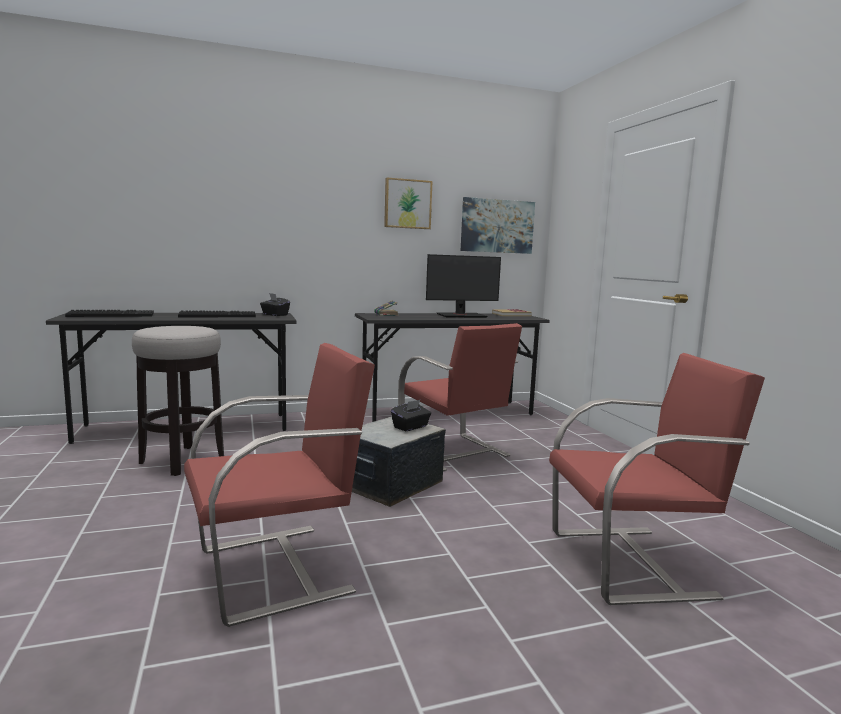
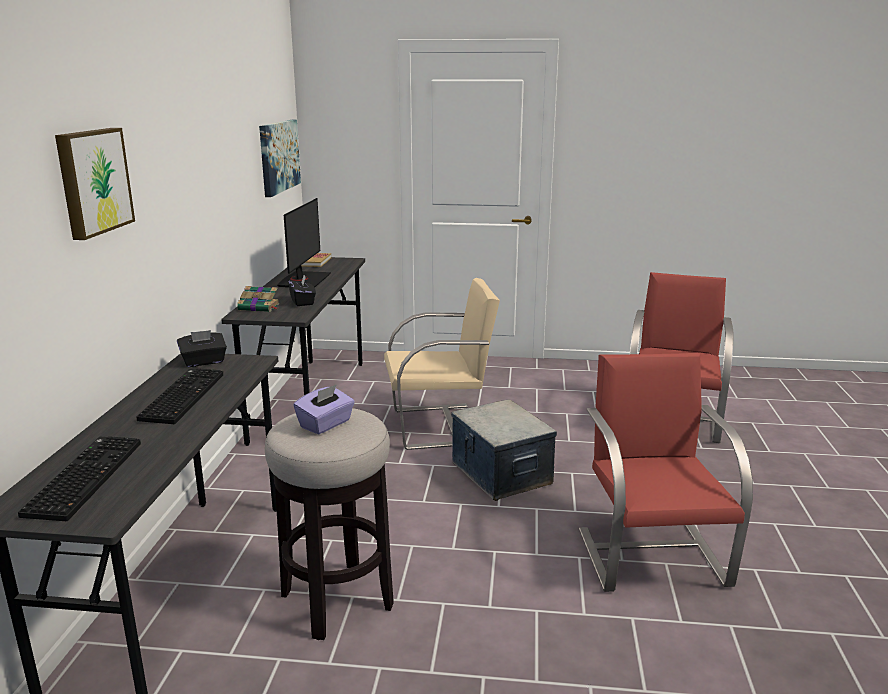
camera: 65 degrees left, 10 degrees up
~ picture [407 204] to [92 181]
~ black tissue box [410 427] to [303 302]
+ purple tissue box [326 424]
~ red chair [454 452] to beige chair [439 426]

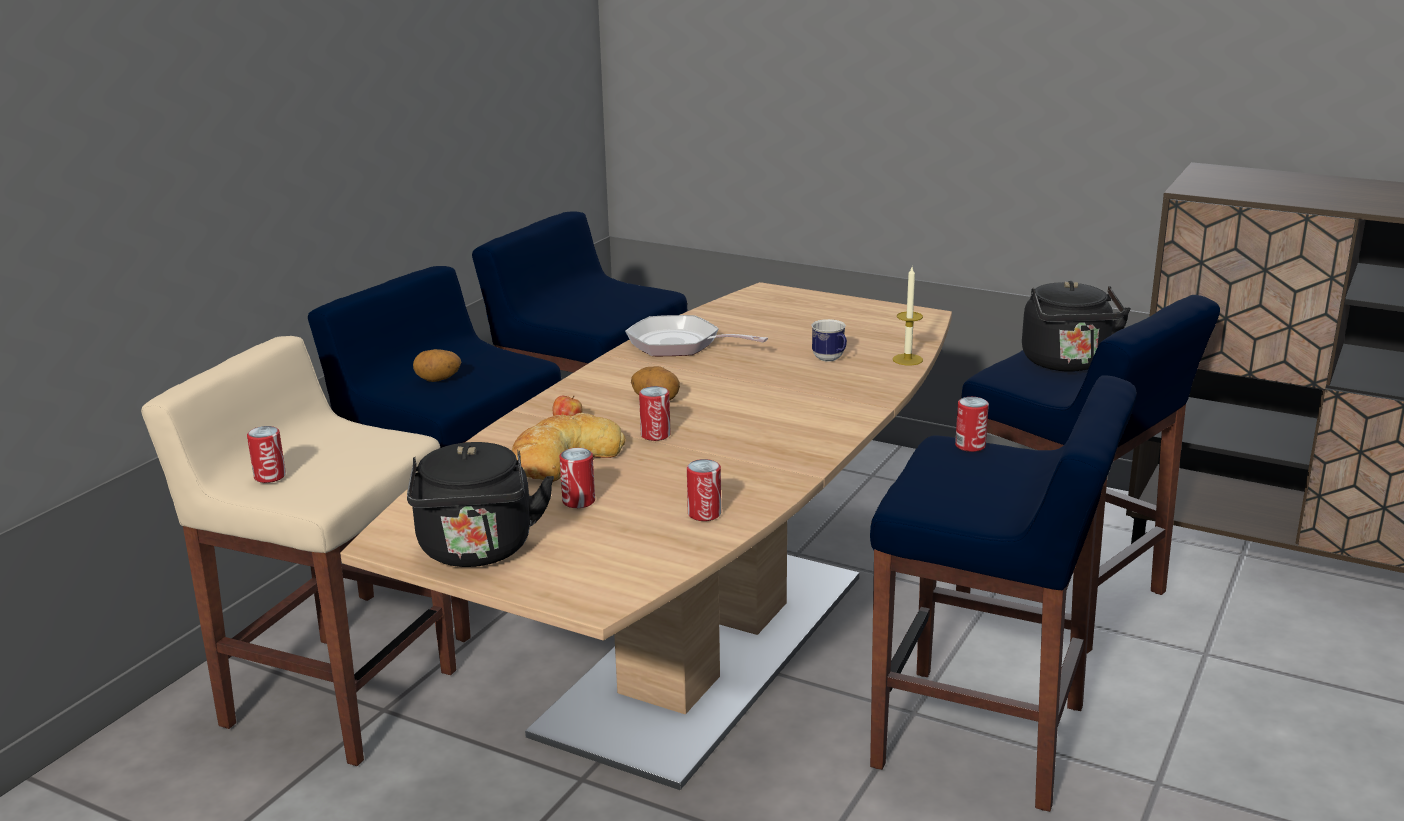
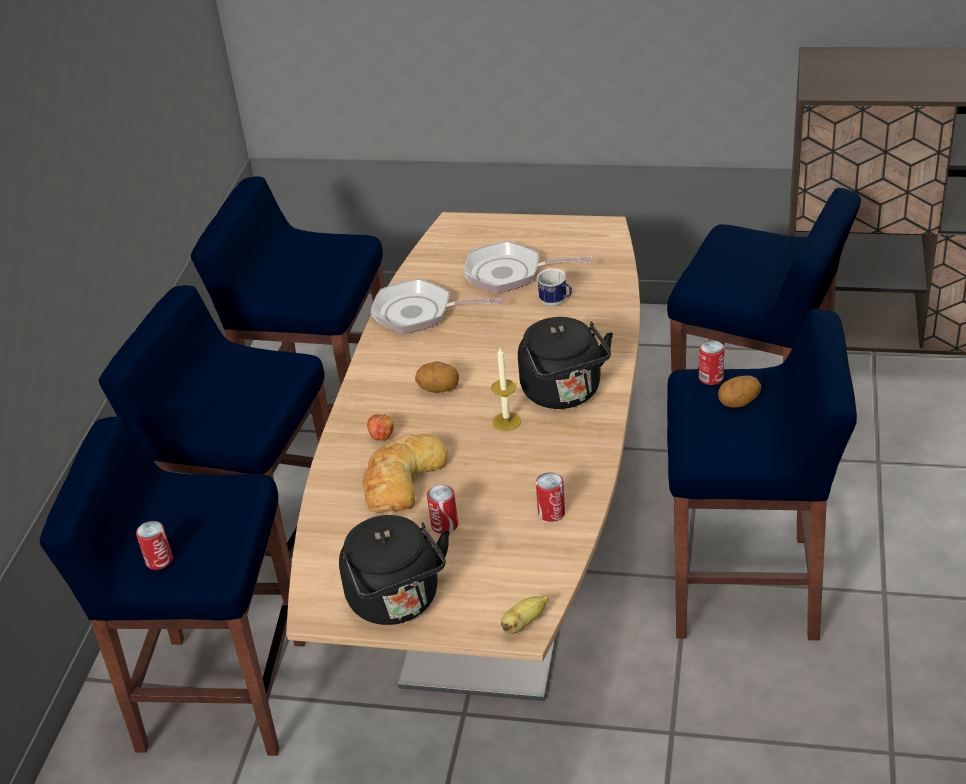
camera: 15 degrees left, 15 degrees up
~ beige stool [337 697] to blue stool [219 694]
+ frying pan [510 273]
~ candle [907 359] to [506 421]
+ banana [524 623]
~ black kettle [1067 363] to [564 393]
~ potato [438 380] to [739 403]
- can [655 435]

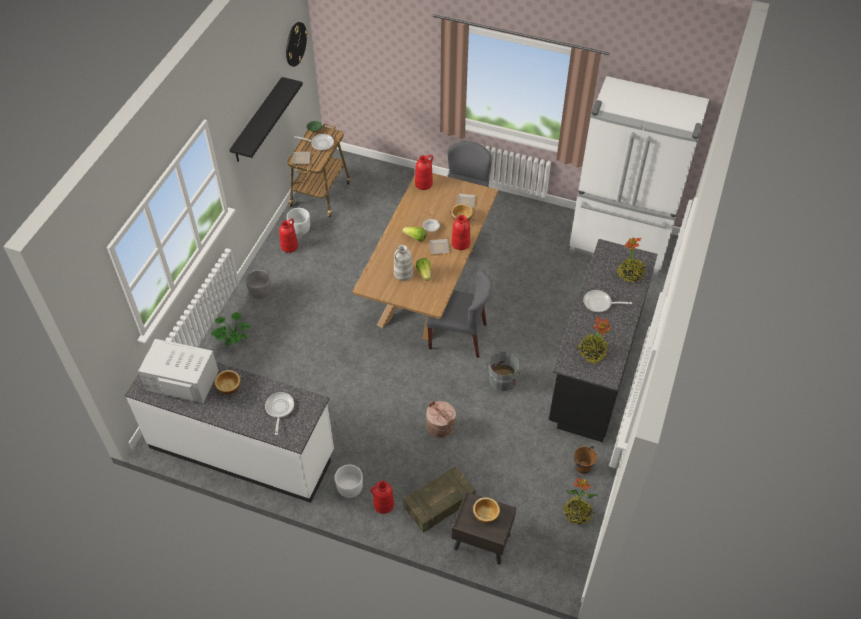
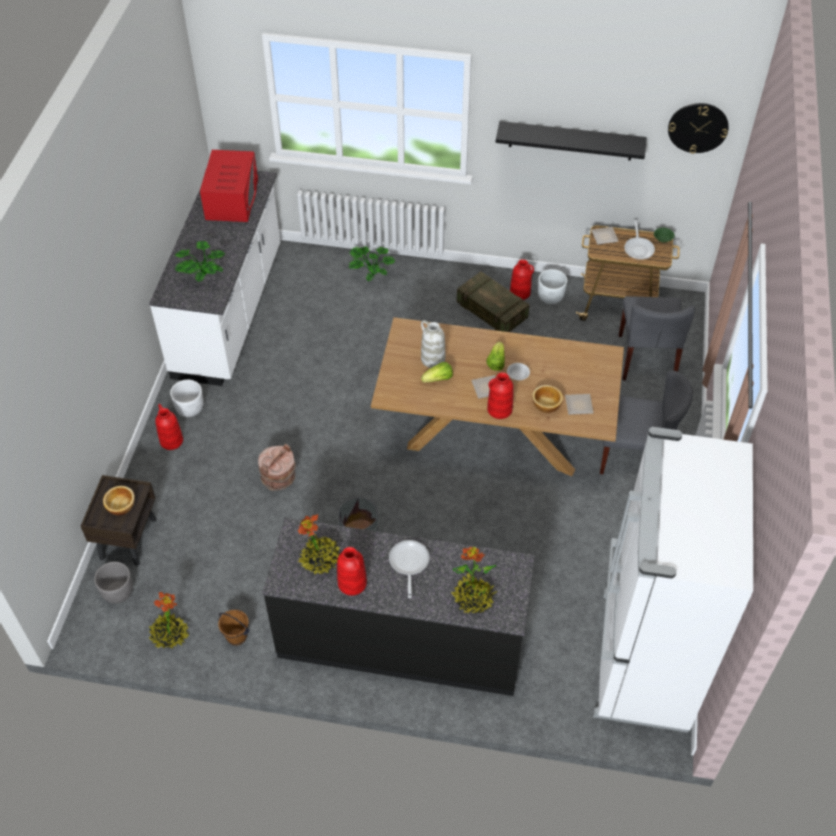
camera: 80 degrees right, 0 degrees up
~ grey planter [260 292] to [118 592]
~ frying pan [279 409] to potted plant [202 277]
~ white microwave [182 380] to red microwave [232 199]
~ red vase [424 183] to [352 583]
~ crate [439 504] to [491 312]
~ grey chair [458 336] to [646 358]
- bowl [228 386]

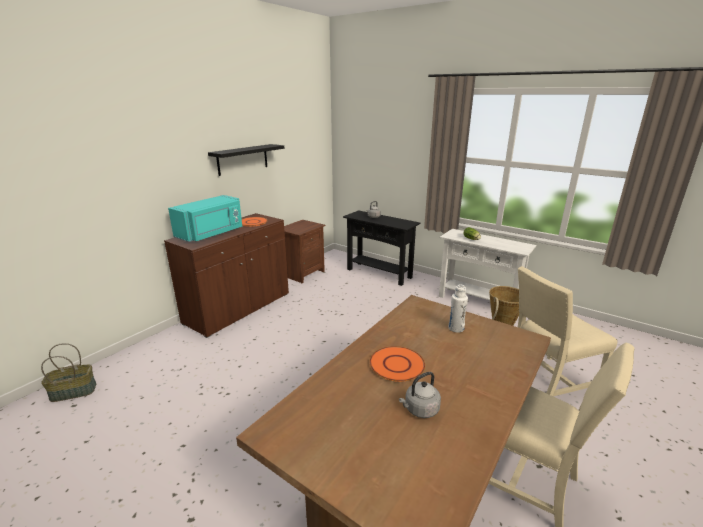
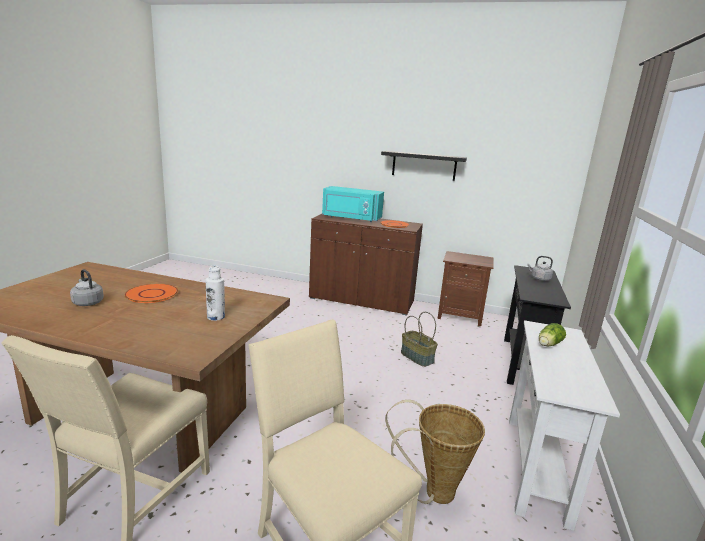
camera: 70 degrees right, 5 degrees down
~ basket [74 391] to [417 357]

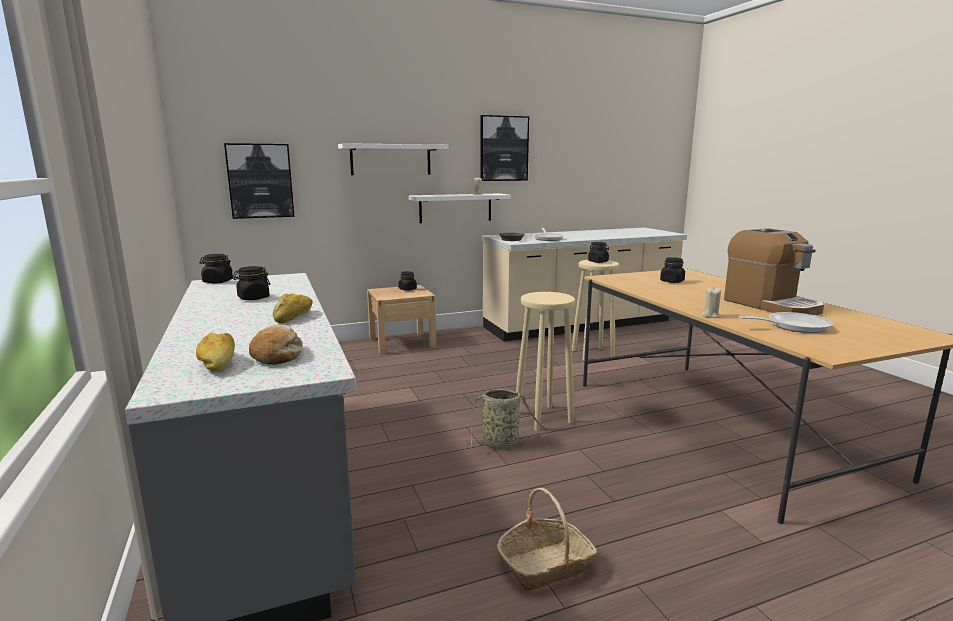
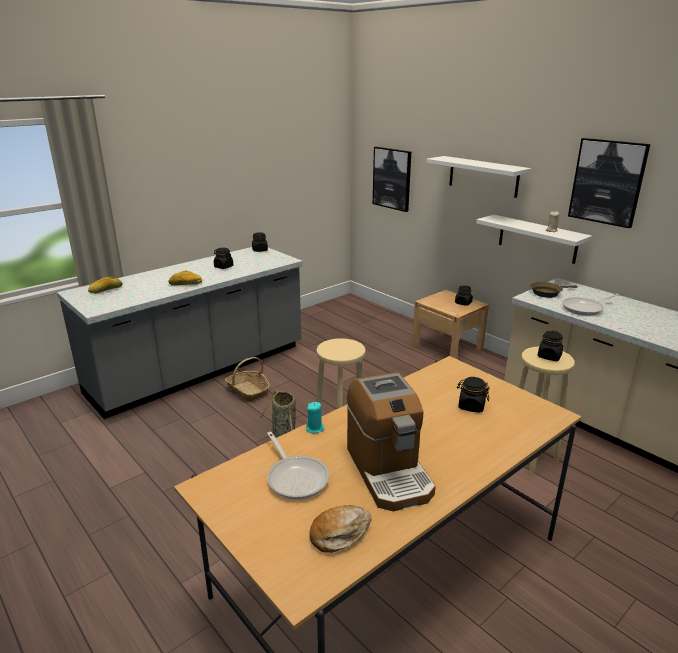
camera: 70 degrees right, 10 degrees up
~ basket [545 565] to [248 391]
~ beige candle [710 315] to turquoise candle [315 428]
~ bread [277 354] to [340 533]
~ coffee machine [771 305] = [389 471] 60 degrees counterclockwise

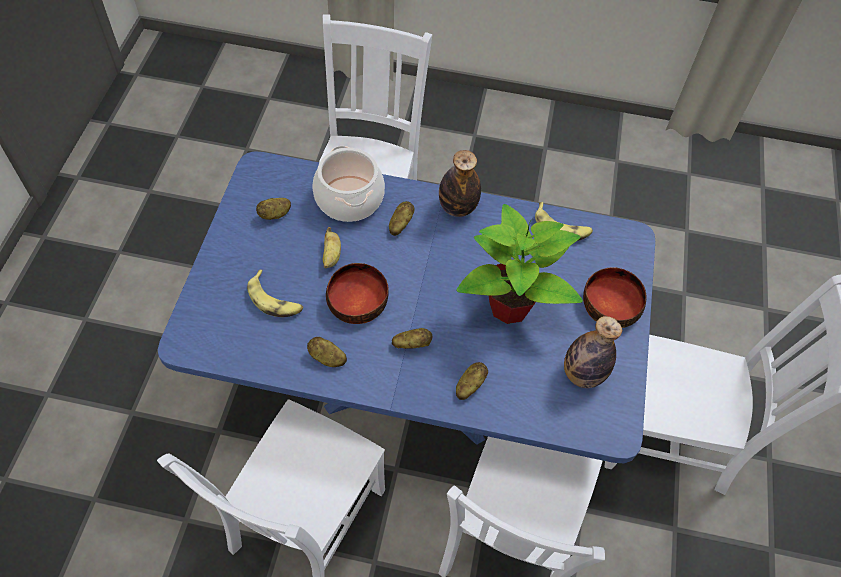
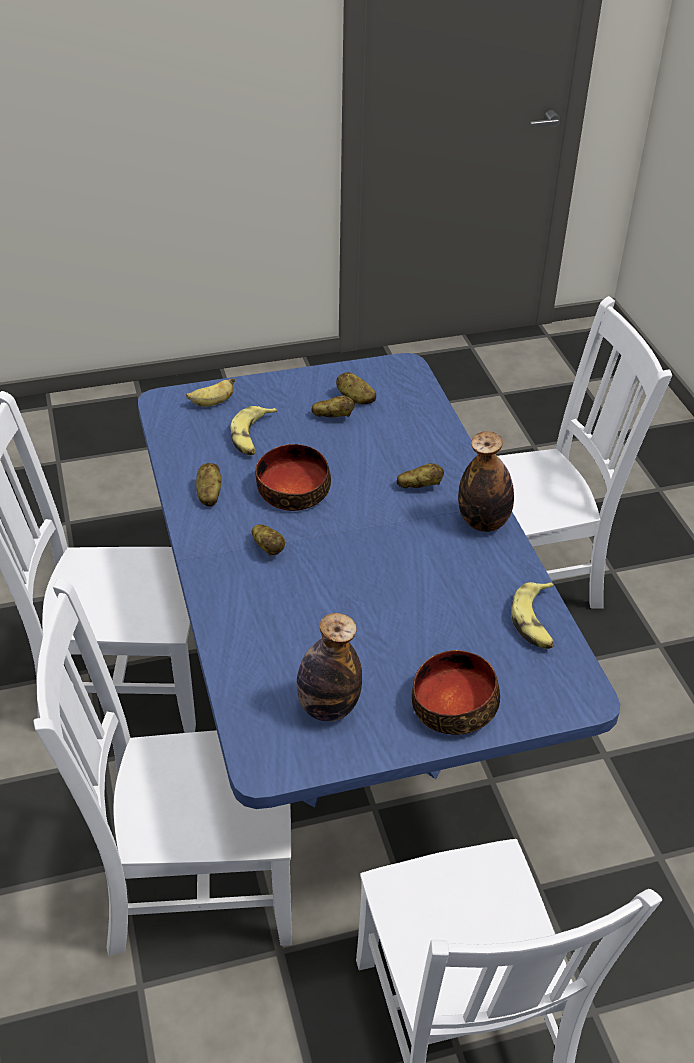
camera: 65 degrees right, 15 degrees down
~ banana [331 256] to [212 403]
~ potato [469 385] to [333 417]
- cooking pot [349 199]
- potted plant [510 306]

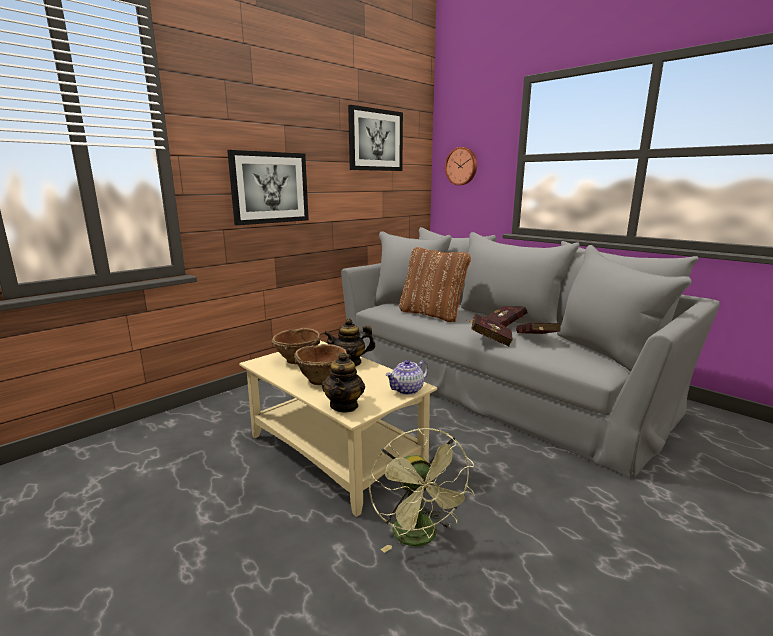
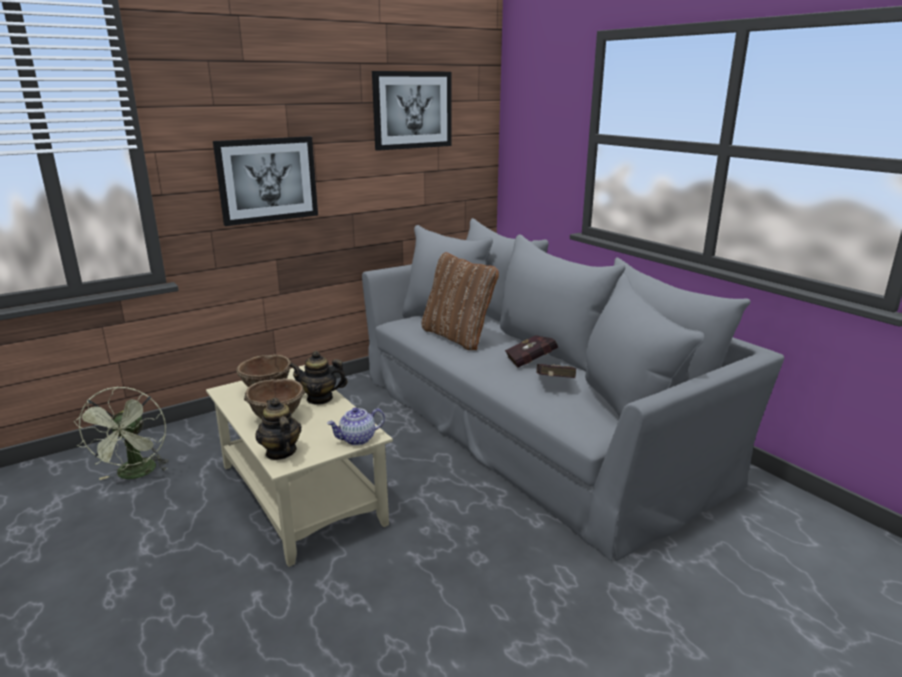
camera: 10 degrees right, 5 degrees up
~ green fan [420 538] to [135 474]
~ teapot [344 405] = [280 452] 135 degrees clockwise
- wall clock [462 166]
- red book [488 340]

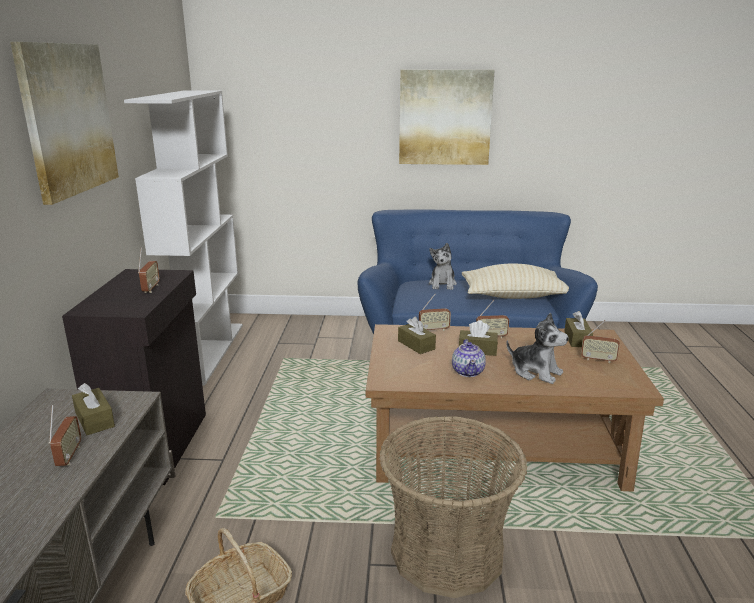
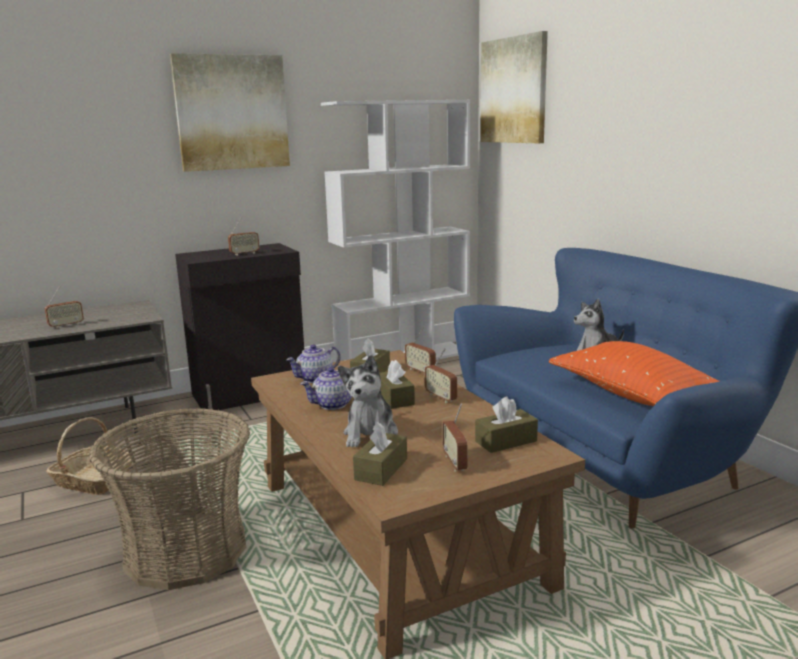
camera: 60 degrees right, 5 degrees down
+ teapot [315 378]
~ brown tissue box [94 420] to [381 469]
~ picture [445 117] to [514 90]
~ beige pillow [513 296] to orange pillow [633 395]

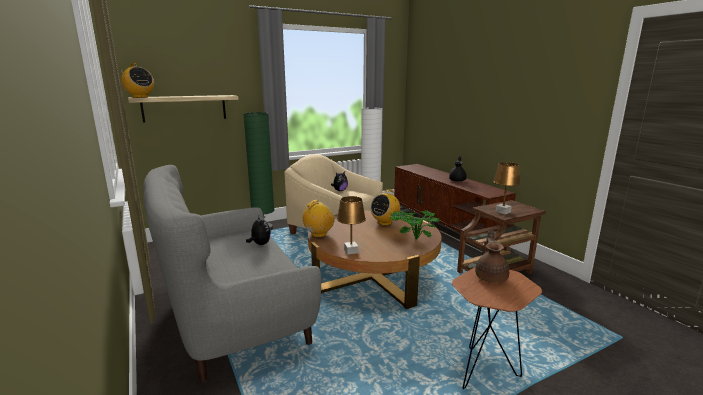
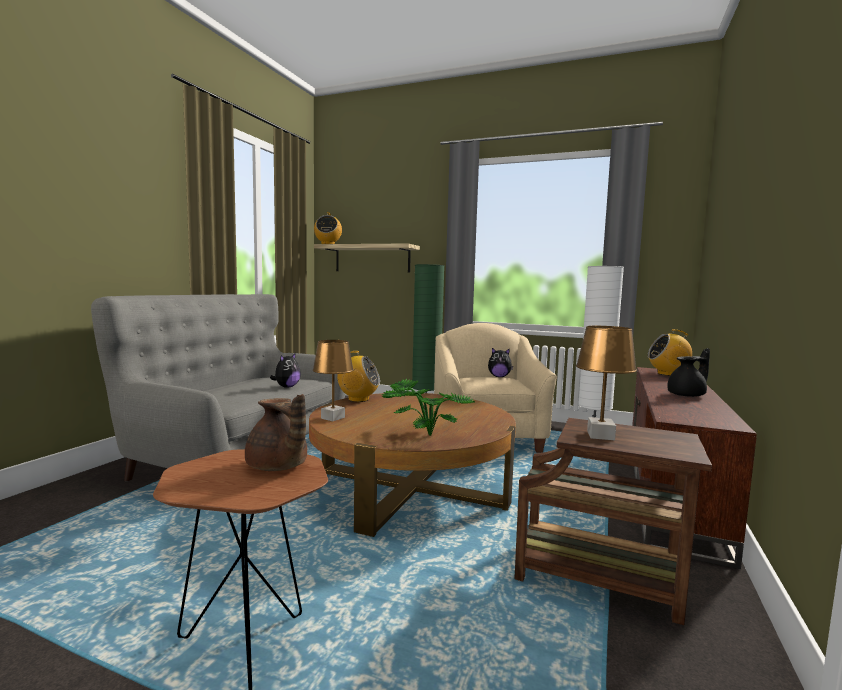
camera: 50 degrees right, 10 degrees down
~ brown teapot [491 276] = [278 467] 75 degrees clockwise
~ radio [385 222] to [668 374]

